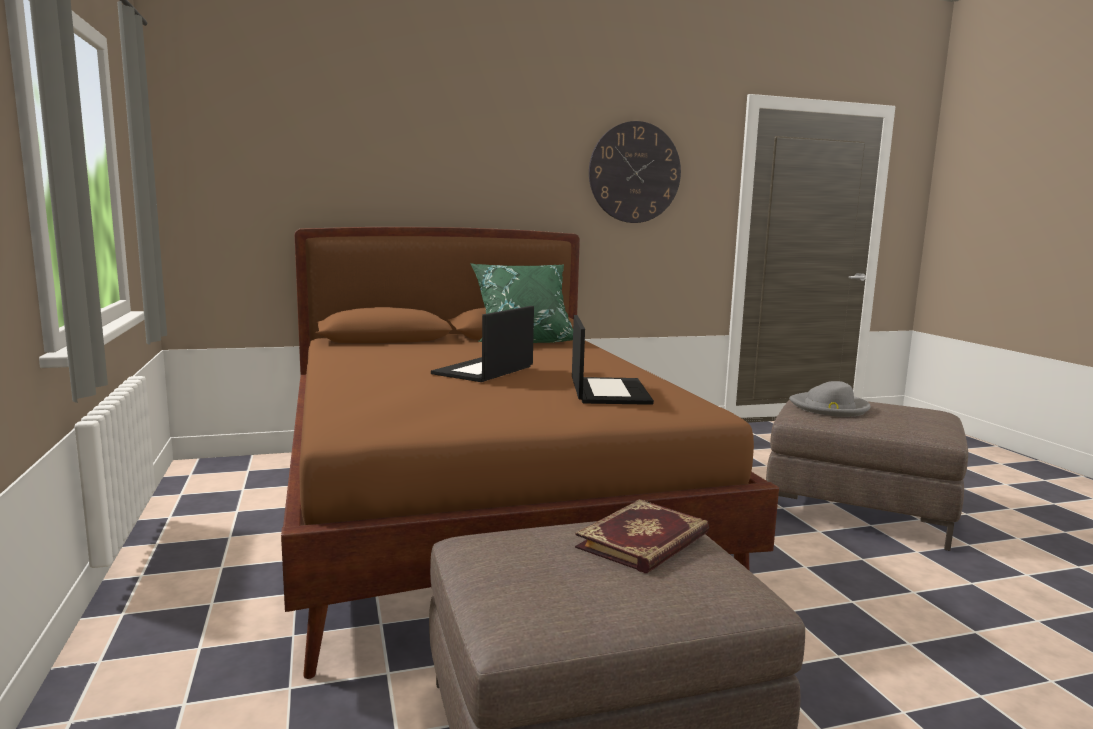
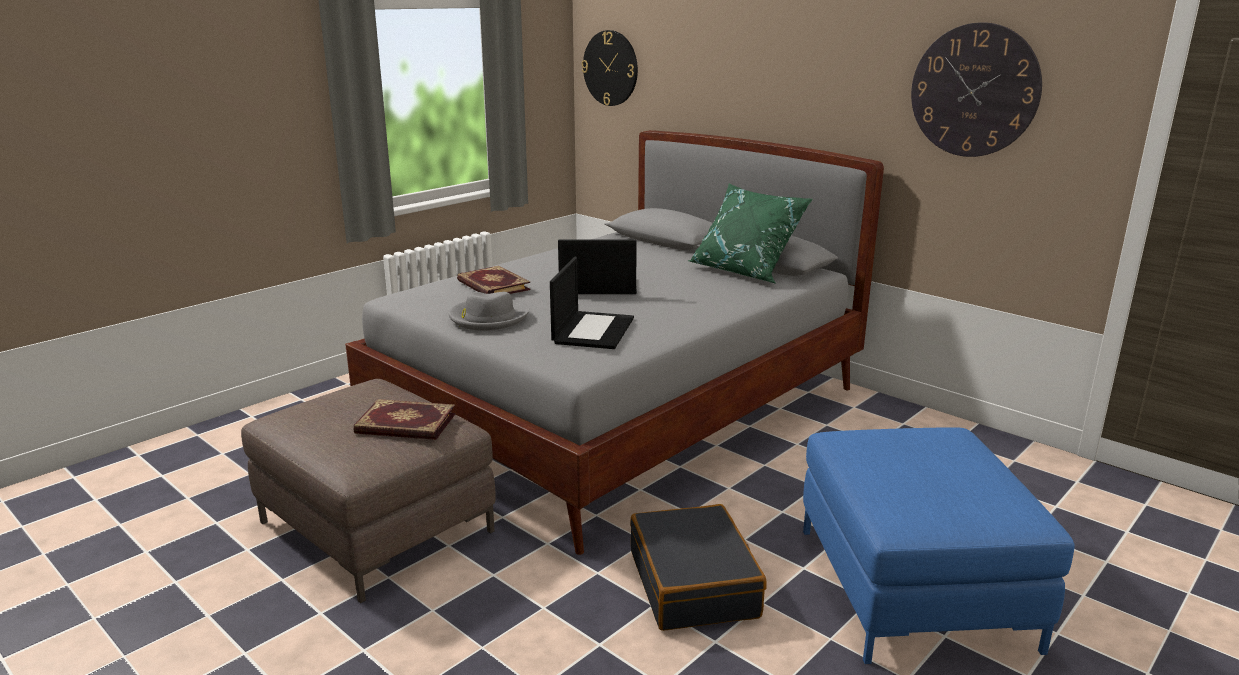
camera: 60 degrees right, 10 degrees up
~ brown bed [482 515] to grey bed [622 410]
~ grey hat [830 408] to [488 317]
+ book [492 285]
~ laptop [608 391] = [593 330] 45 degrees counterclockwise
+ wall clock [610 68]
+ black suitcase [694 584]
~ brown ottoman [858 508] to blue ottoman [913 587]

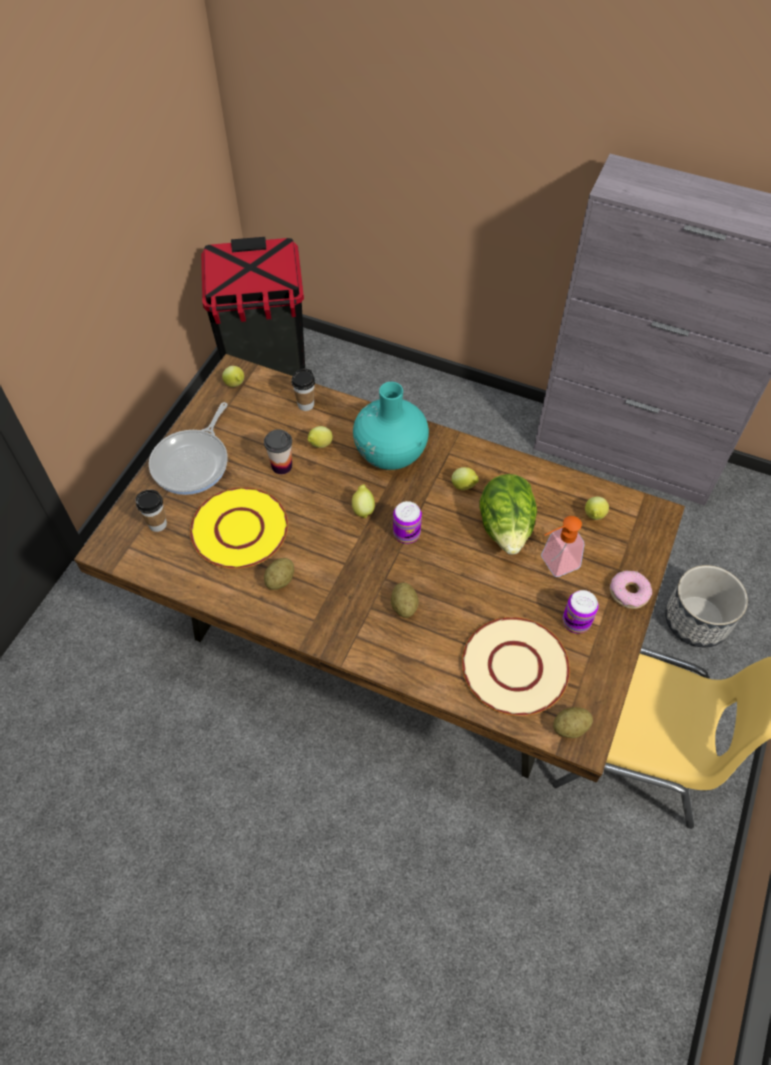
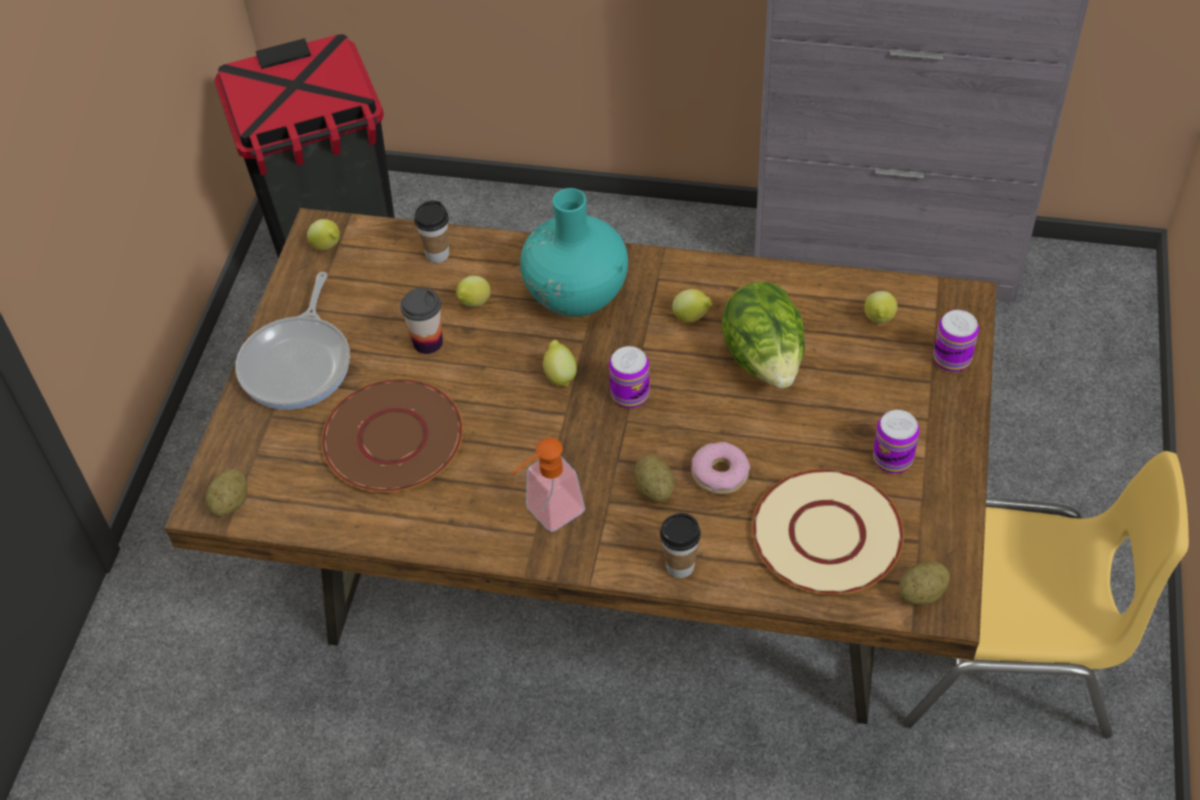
camera: 10 degrees left, 5 degrees down
~ potato [280 580] to [230 503]
~ yellow plate [239 528] to brown plate [392 437]
~ soap dispenser [554 564] to [547 514]
~ cup [157 524] to [680 566]
~ donut [628 593] to [719 474]
+ can [952 359]
- planter [696 620]

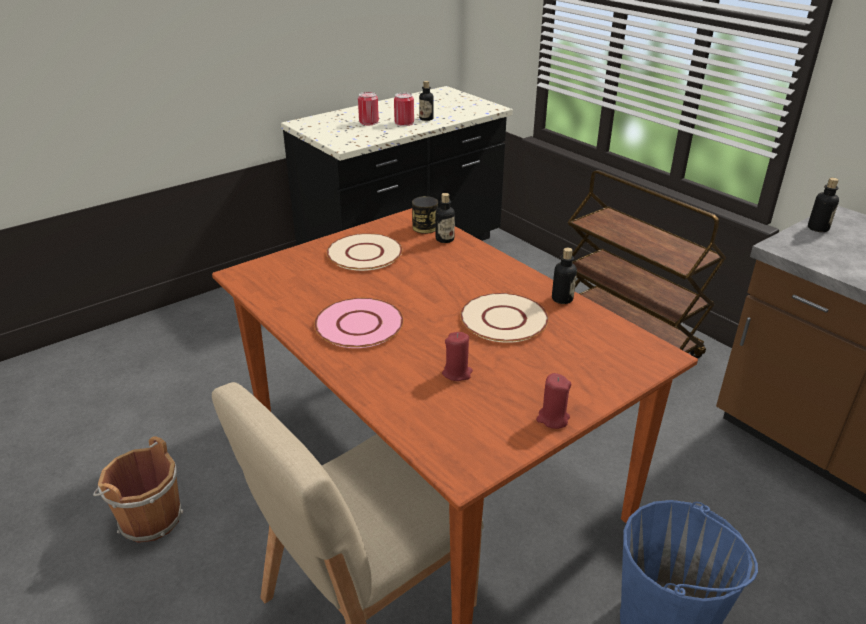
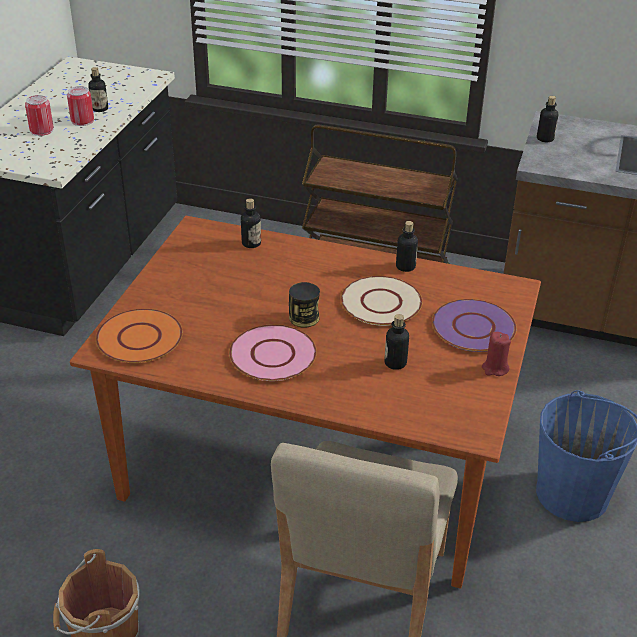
camera: 35 degrees left, 5 degrees up
+ orange plate [140 338]
~ can [425 227] to [304 318]
~ red candle [457 373] to bottle [395 363]
+ purple plate [472 327]
- beige plate [364 254]

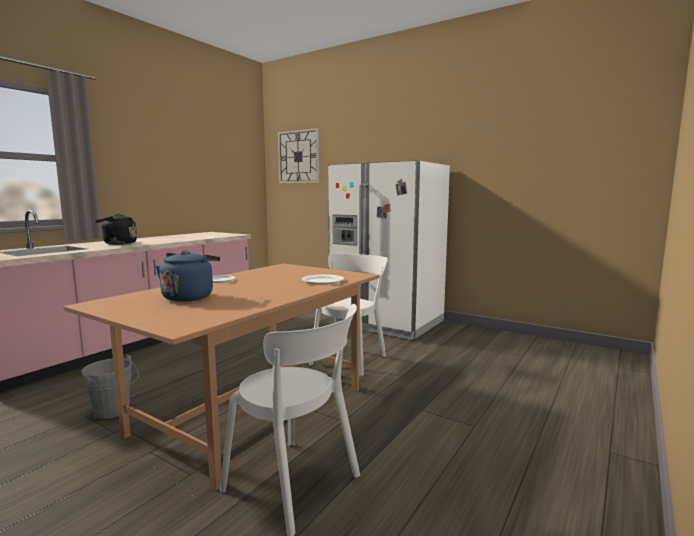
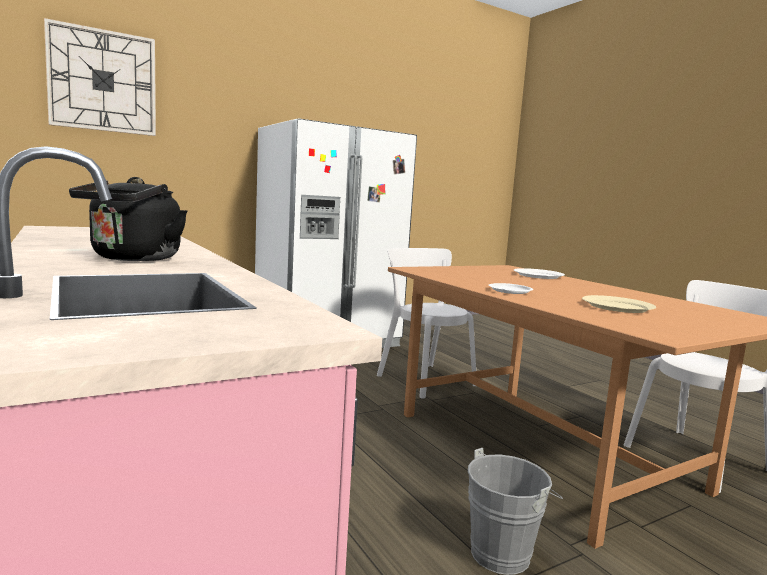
camera: 65 degrees left, 0 degrees up
~ blue kettle [189 297] to beige plate [617 307]

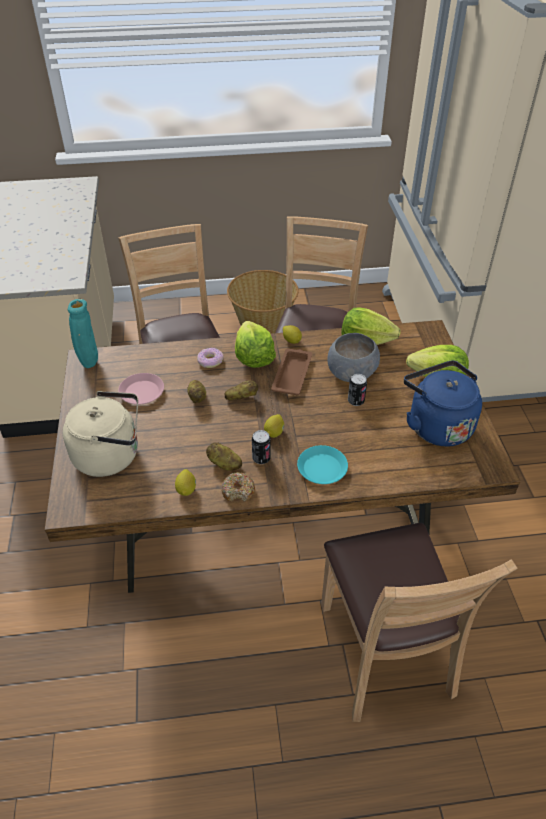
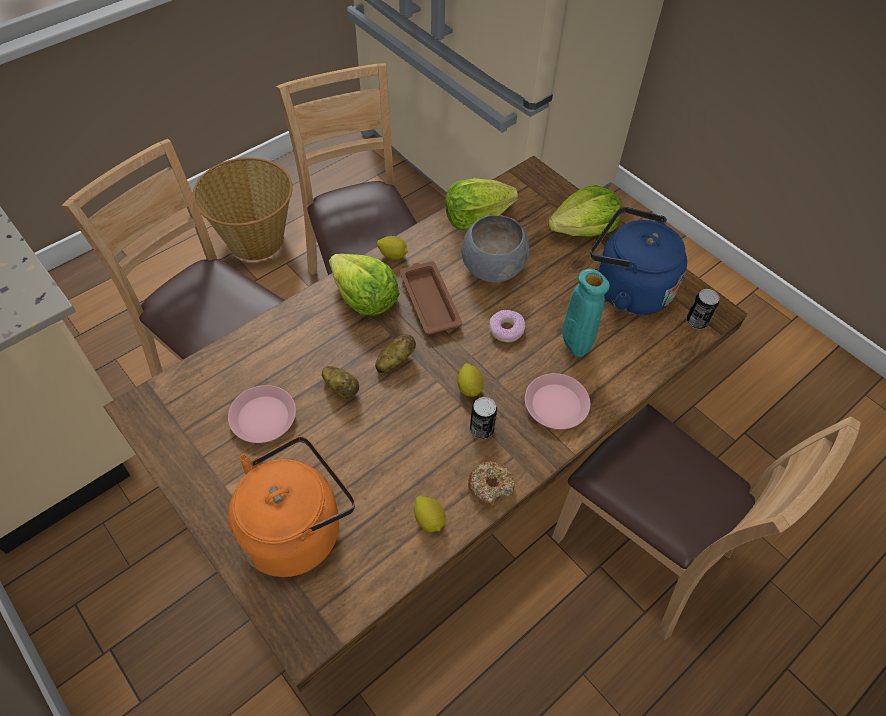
camera: 35 degrees left, 10 degrees up
~ beige kettle [111 455] to orange kettle [297 528]
~ donut [210 361] to [506 329]
~ turquoise plate [321 468] to pink plate [555 405]
~ turquoise vase [89 363] to [574 348]
~ can [356 401] to [696 322]
- potato [224 464]

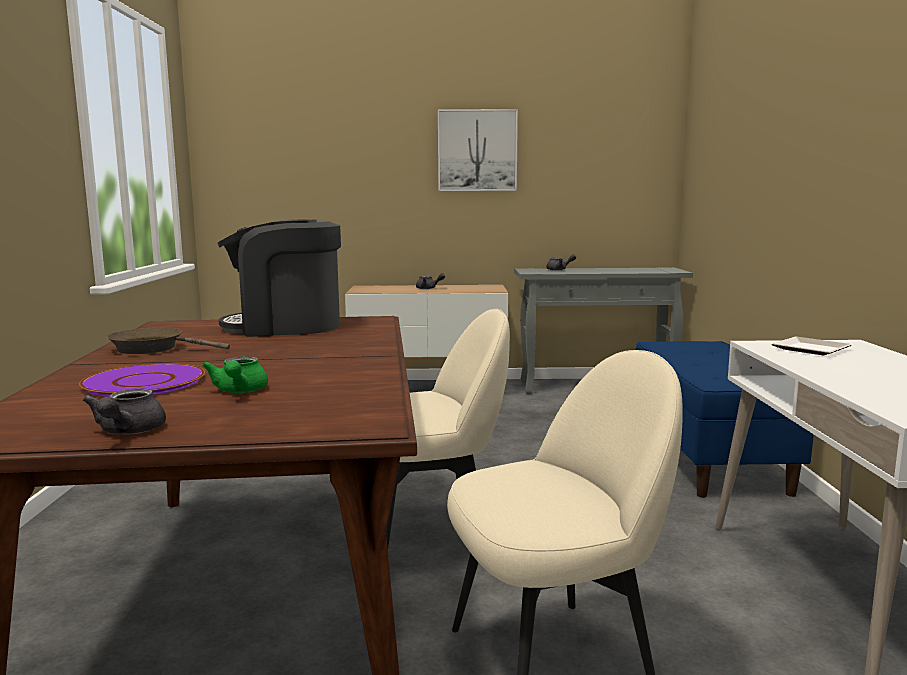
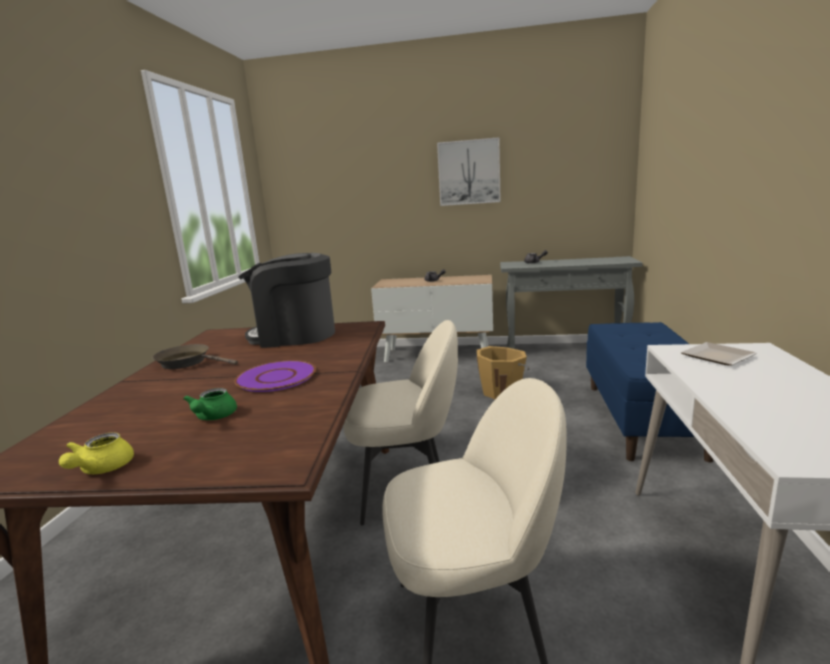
camera: 10 degrees right, 5 degrees up
~ grey teapot [127 432] to yellow teapot [101 469]
~ purple plate [145 382] to [276 377]
+ orange bucket [502 391]

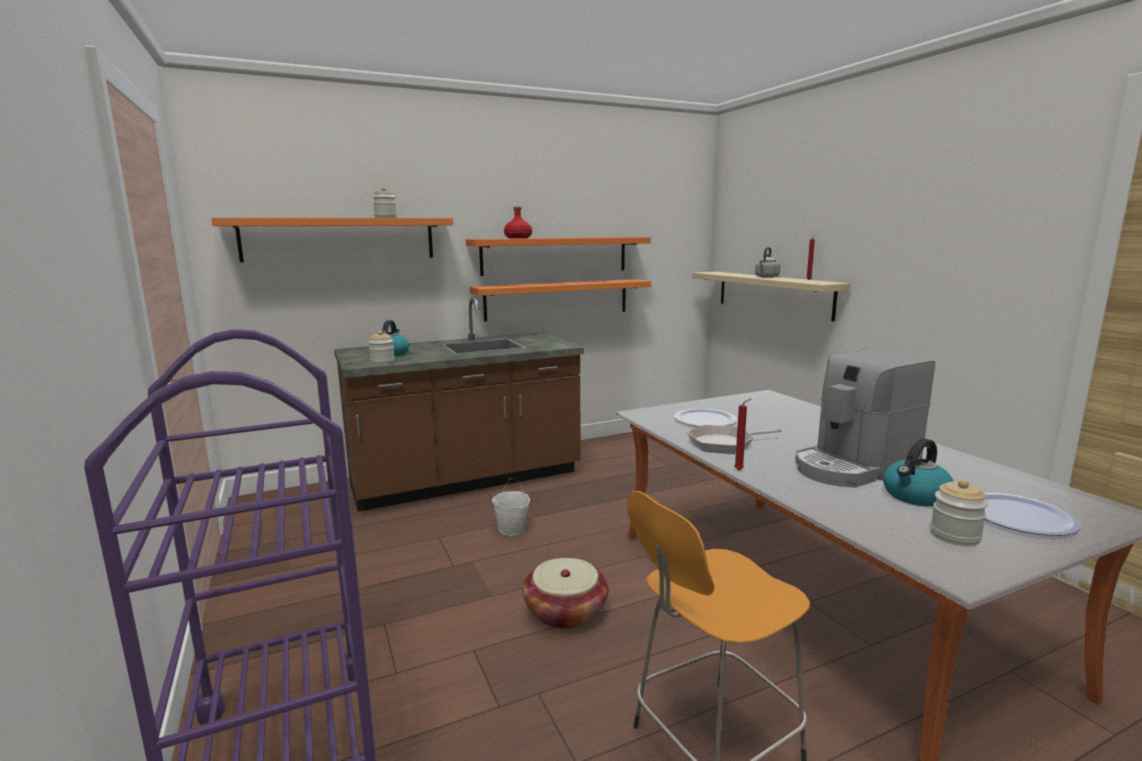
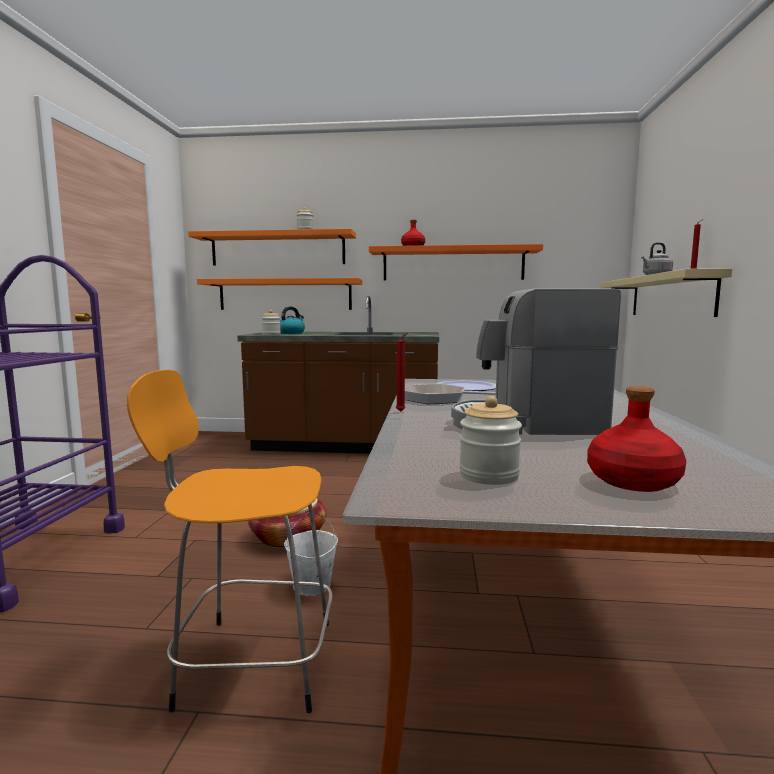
camera: 30 degrees right, 5 degrees down
~ orange shelf [557 299] to [285 294]
~ white bucket [512 529] to [312 586]
~ plate [1019 516] to red bottle [633 481]
- kettle [915 496]

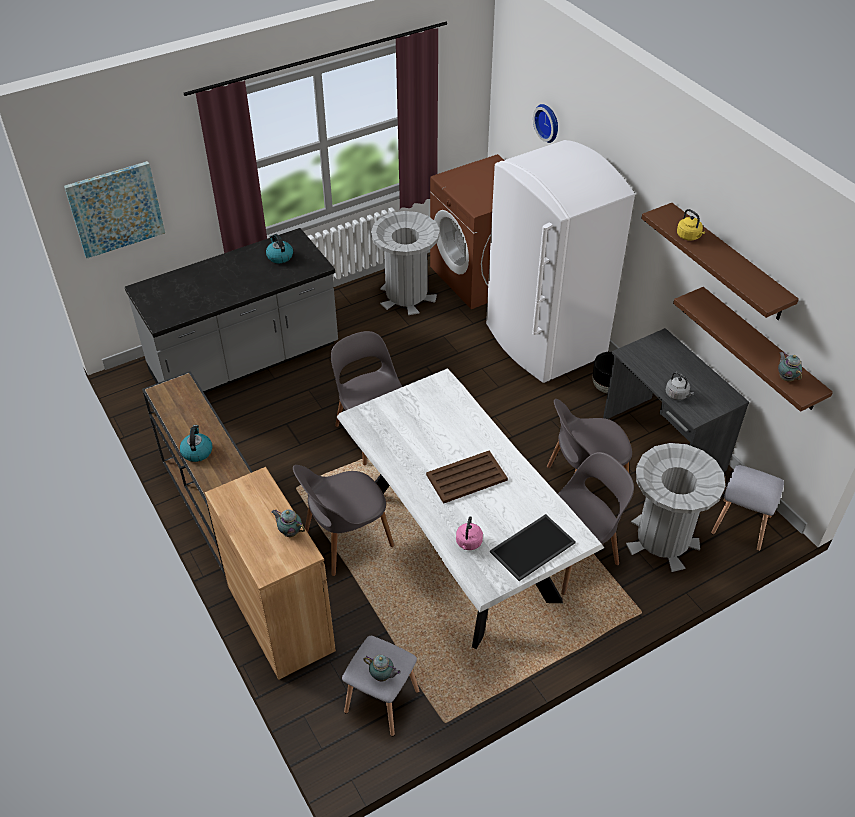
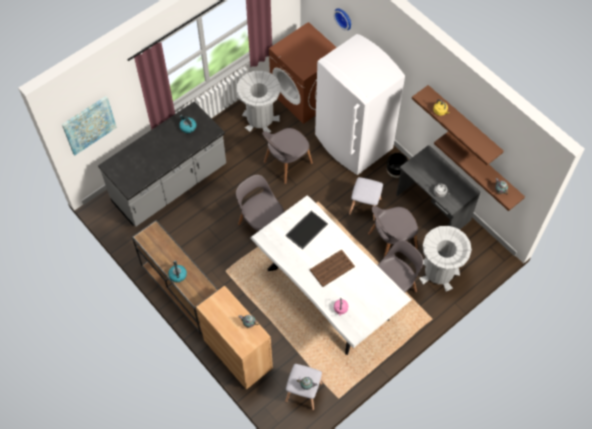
camera: 10 degrees left, 15 degrees up
~ grey chair [346 540] to [286 163]
~ tray [532 546] to [306 229]
~ grey stool [742 525] to [365 206]

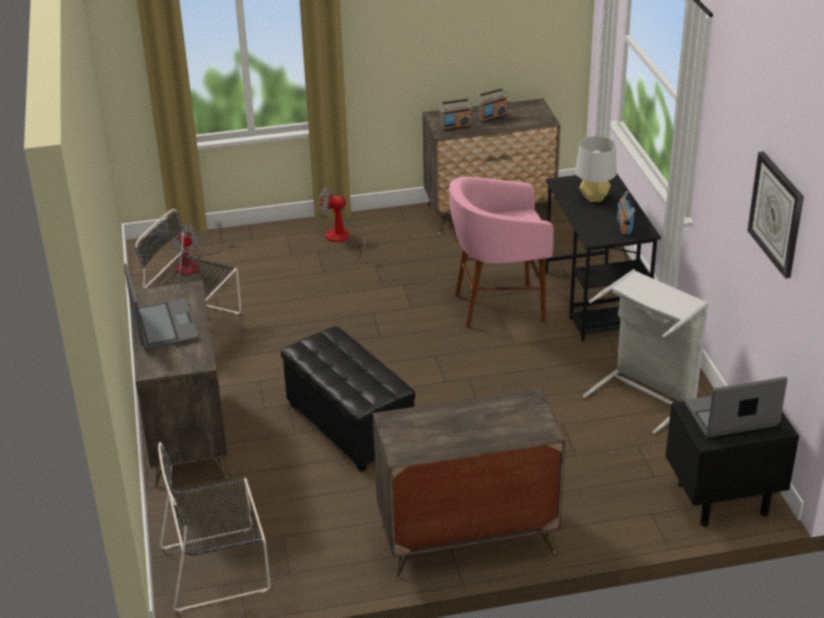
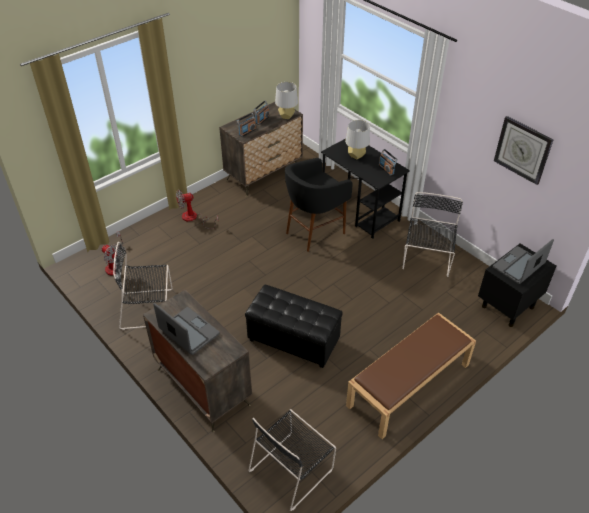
camera: 30 degrees left, 10 degrees up
+ grey table lamp [286 116]
~ pink stool [498 307] to black stool [314 232]
~ dresser [465 538] to brown bench [408 385]
~ grey laundry basket [646 394] to black chair [427 259]

